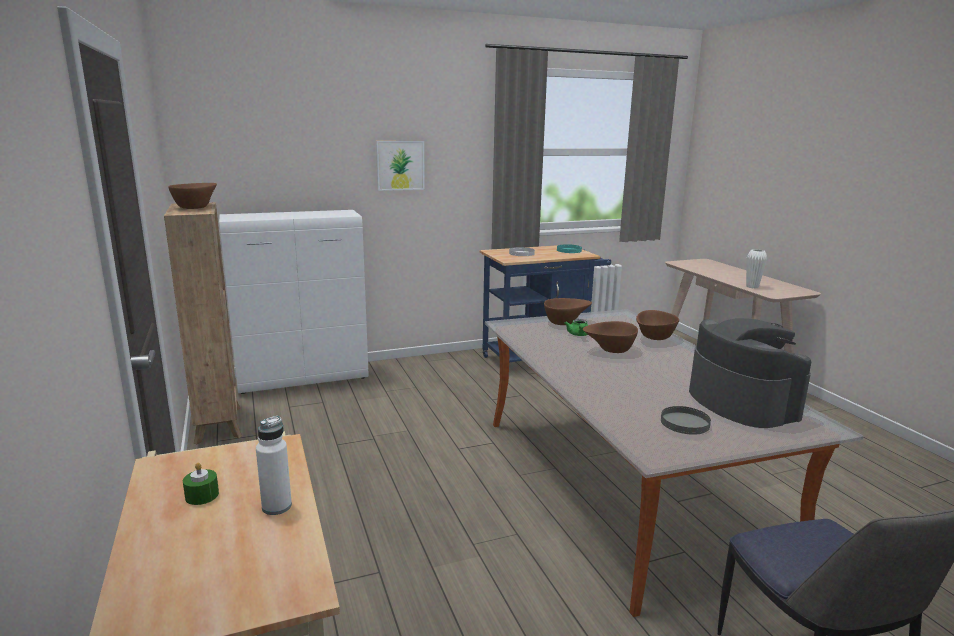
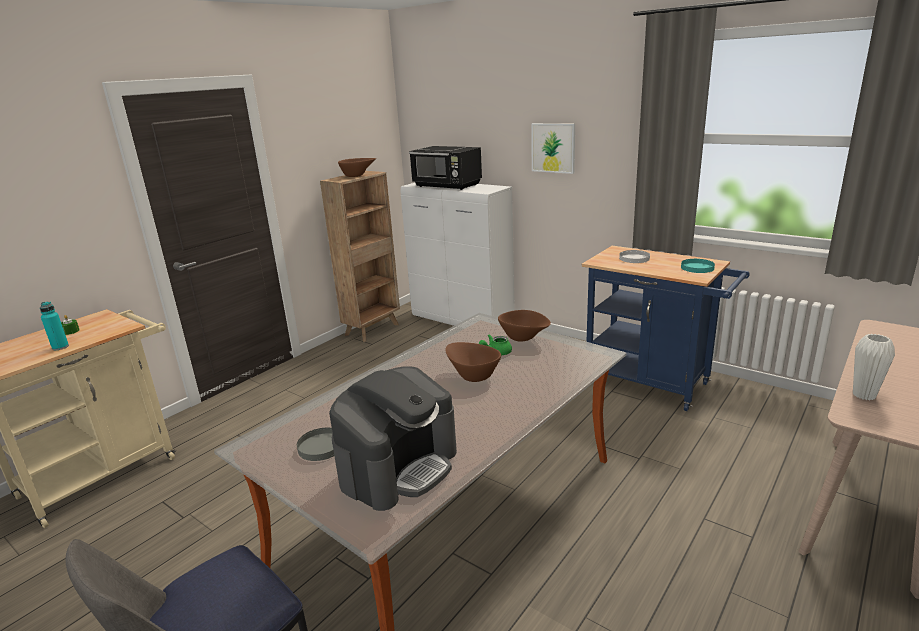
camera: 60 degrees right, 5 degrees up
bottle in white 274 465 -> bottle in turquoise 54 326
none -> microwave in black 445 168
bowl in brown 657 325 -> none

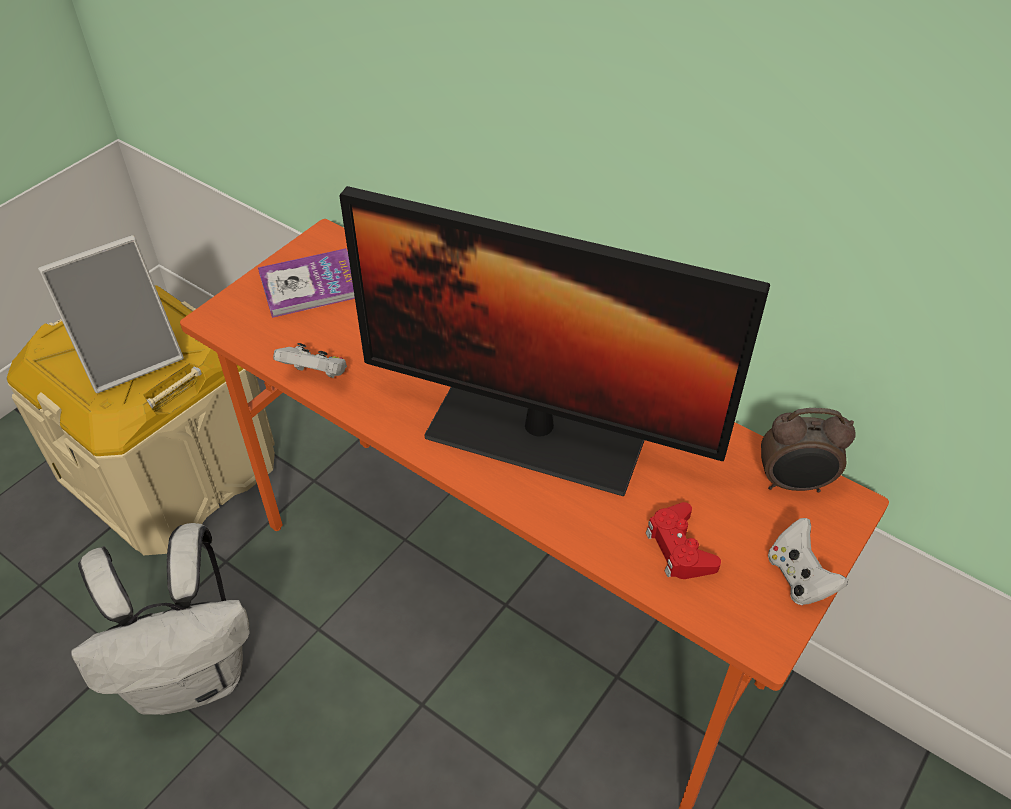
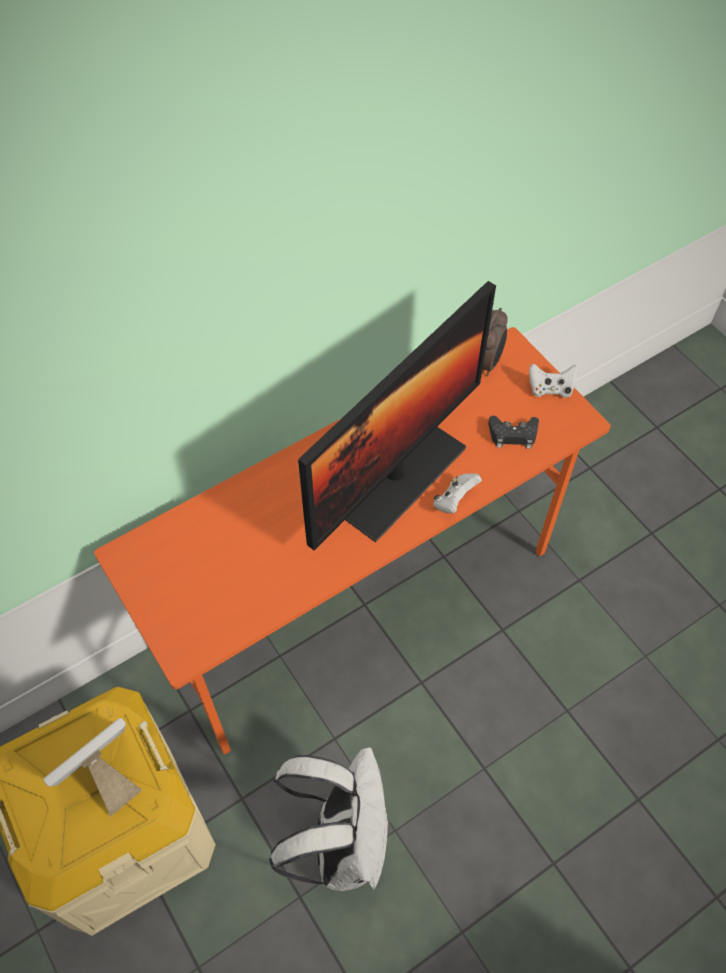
camera: 70 degrees left, 10 degrees up
picture frame 111 314 -> picture frame 92 767, 120 degrees counterclockwise
game controller in white 310 360 -> game controller in white 457 493, move
game controller in red 683 540 -> game controller in black 513 432
book 306 283 -> none

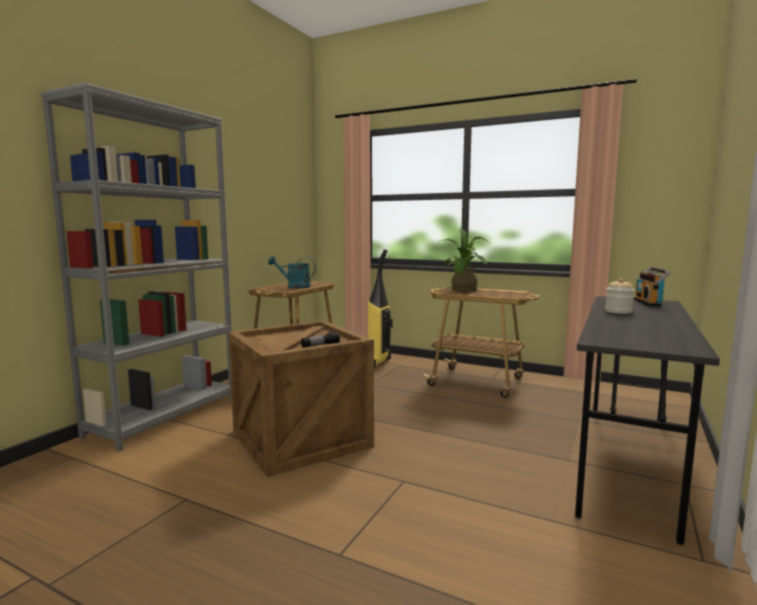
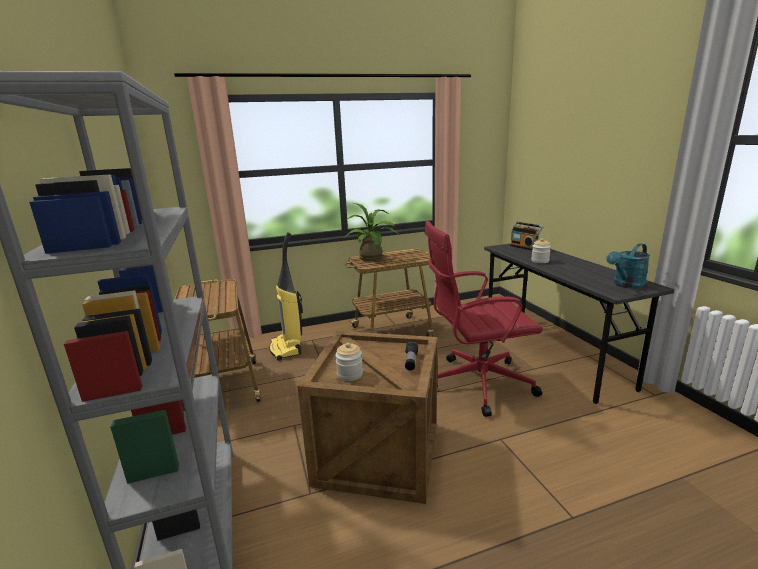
camera: 45 degrees left, 10 degrees up
none -> jar 349 362
none -> office chair in red 483 319
watering can in turquoise 292 272 -> watering can in turquoise 628 266, move

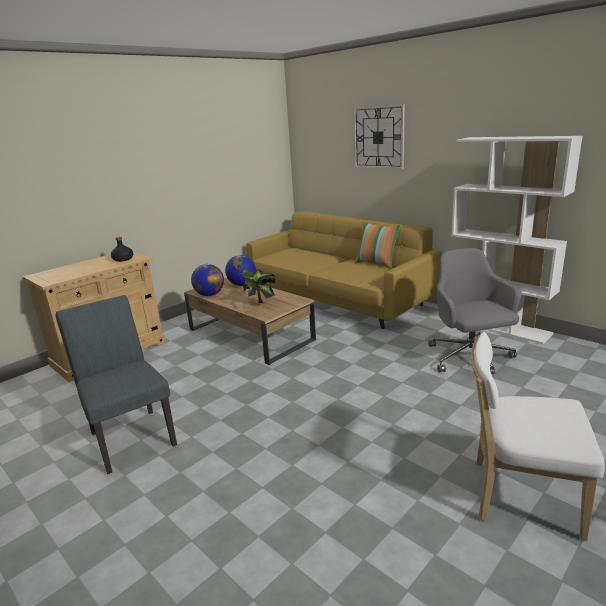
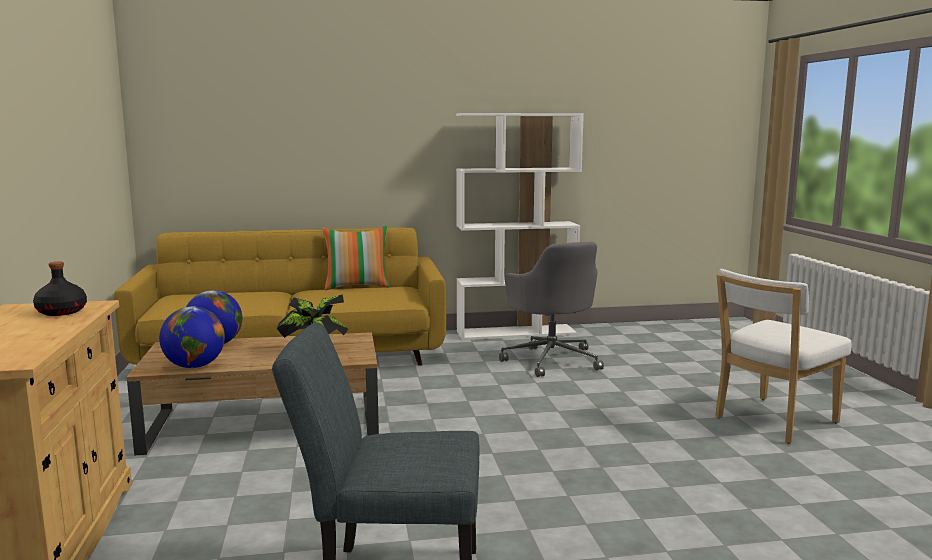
camera: 55 degrees left, 10 degrees down
office chair in grey 474 311 -> office chair in grey 551 309, 135 degrees counterclockwise
wall clock 379 136 -> none

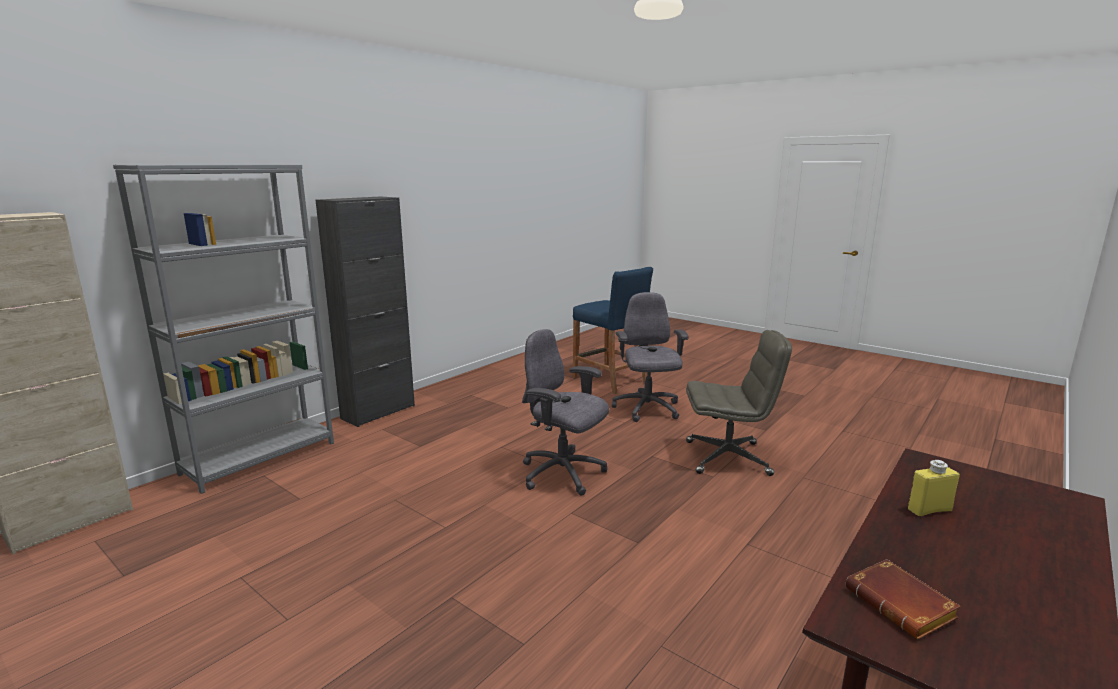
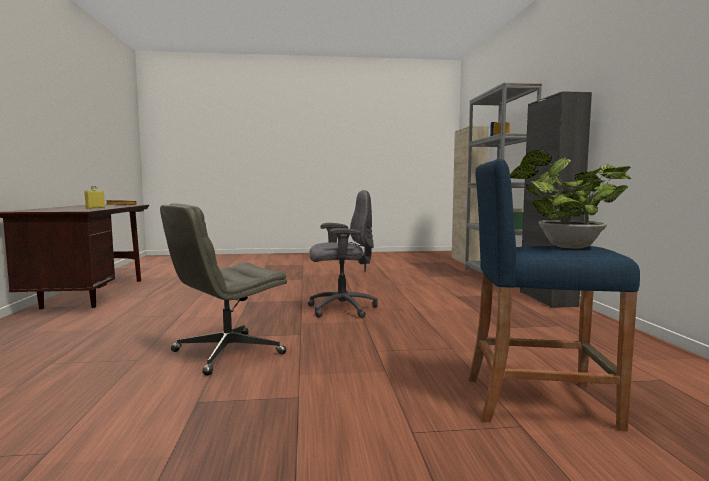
camera: 135 degrees right, 10 degrees down
none -> potted plant 570 199
office chair in grey 650 357 -> none

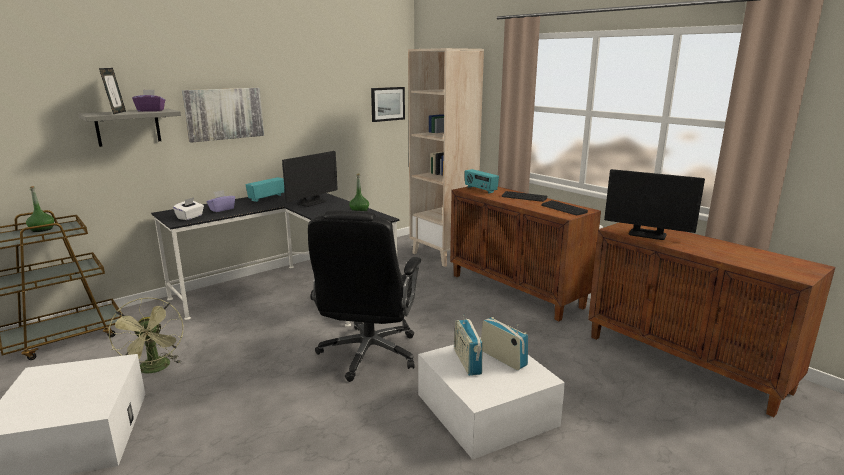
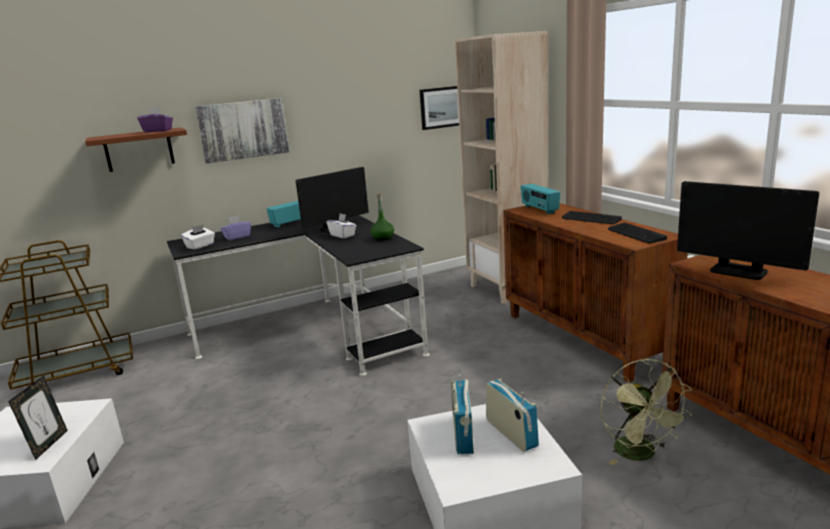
camera: 15 degrees right, 0 degrees up
picture frame 112 91 -> picture frame 38 418, move
shelf in grey 129 128 -> shelf in brown 136 149
none -> tissue box in white 341 225
fan in green 145 336 -> fan in green 646 412, move
bottle in green 40 209 -> none
office chair in black 364 296 -> none

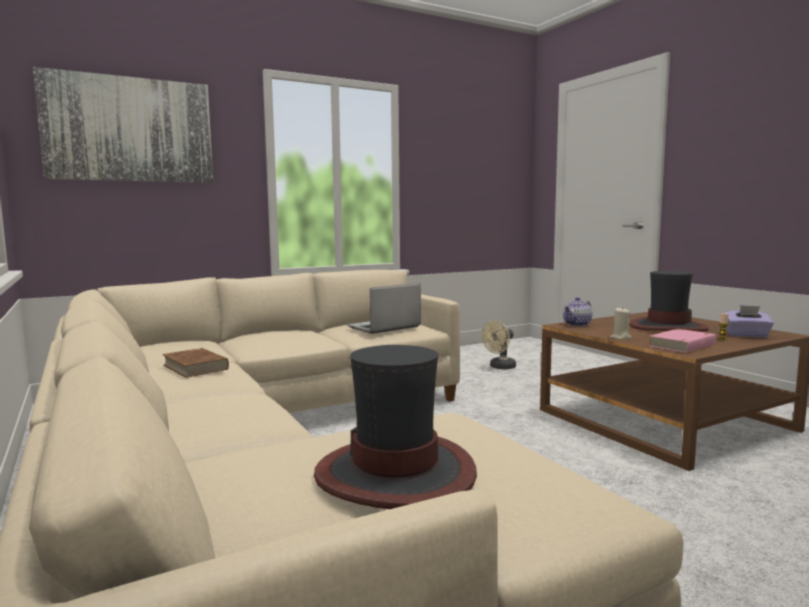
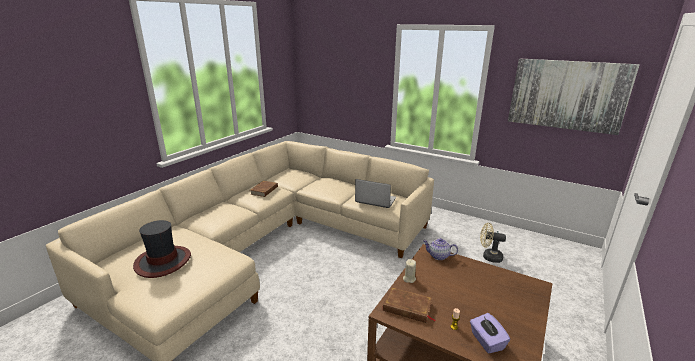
camera: 60 degrees right, 15 degrees up
book in pink 682 341 -> book in brown 409 305
picture 123 125 -> picture 574 96, move
hat 669 301 -> none

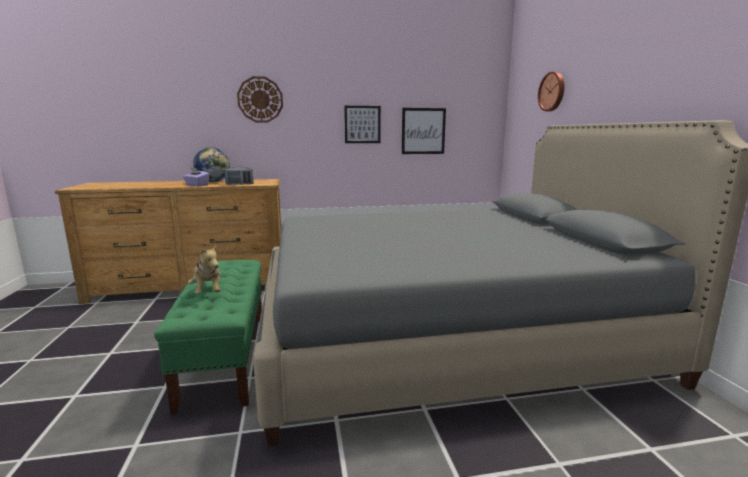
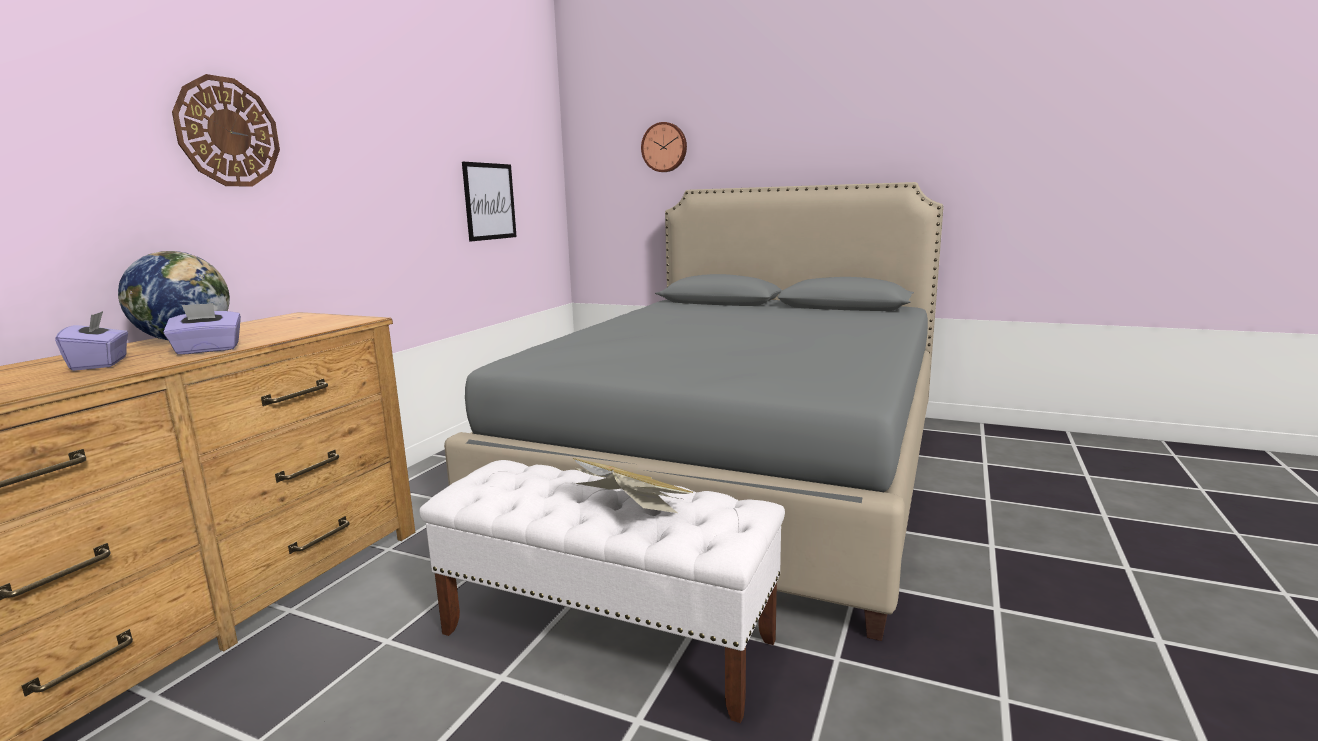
camera: 55 degrees left, 0 degrees up
none -> tissue box in purple 91 341
bench in green 208 337 -> bench in white 602 591
plush toy 204 269 -> book 633 485
radio 239 176 -> none
picture 362 124 -> none

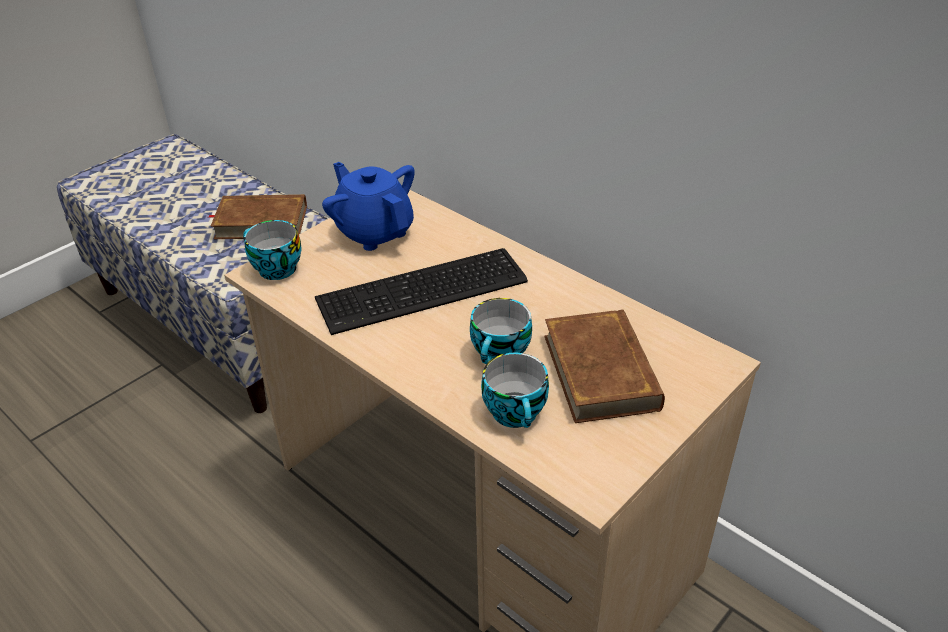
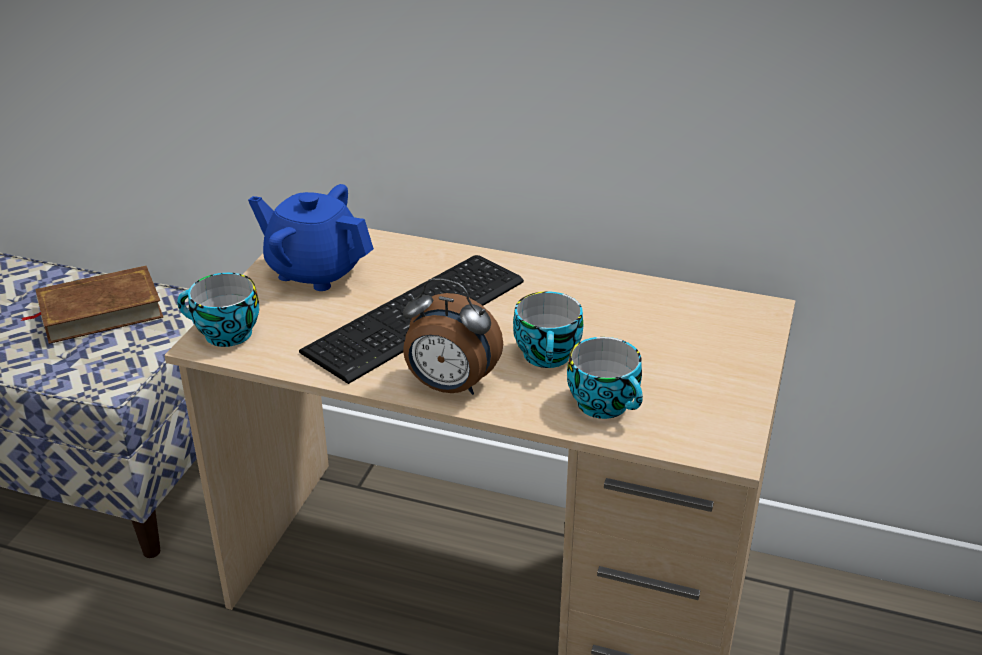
camera: 25 degrees left, 5 degrees down
none -> alarm clock 453 336
book in brown 604 366 -> none

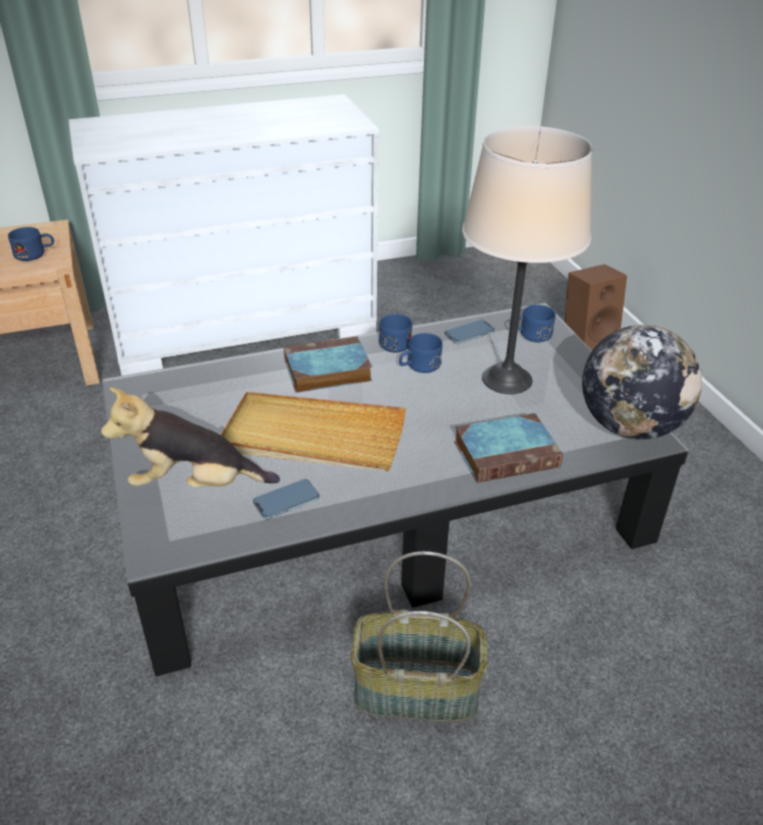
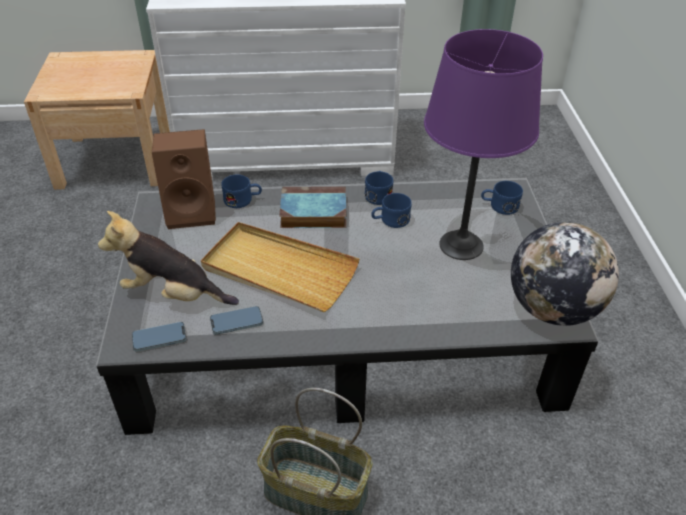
camera: 15 degrees right, 5 degrees up
phone 470 331 -> phone 159 337, move
speaker in brown 596 307 -> speaker in brown 184 179, move
mug in blue 31 244 -> mug in blue 241 191, move
table lamp in beige 527 260 -> table lamp in purple 483 144
book 508 448 -> none

